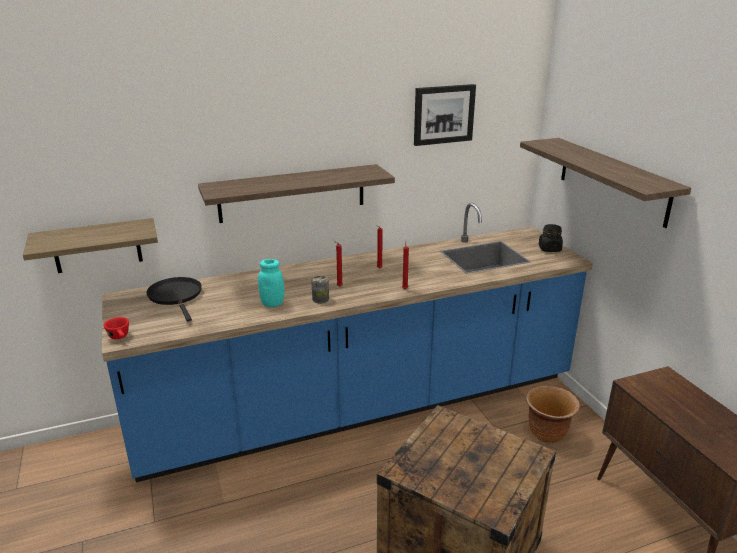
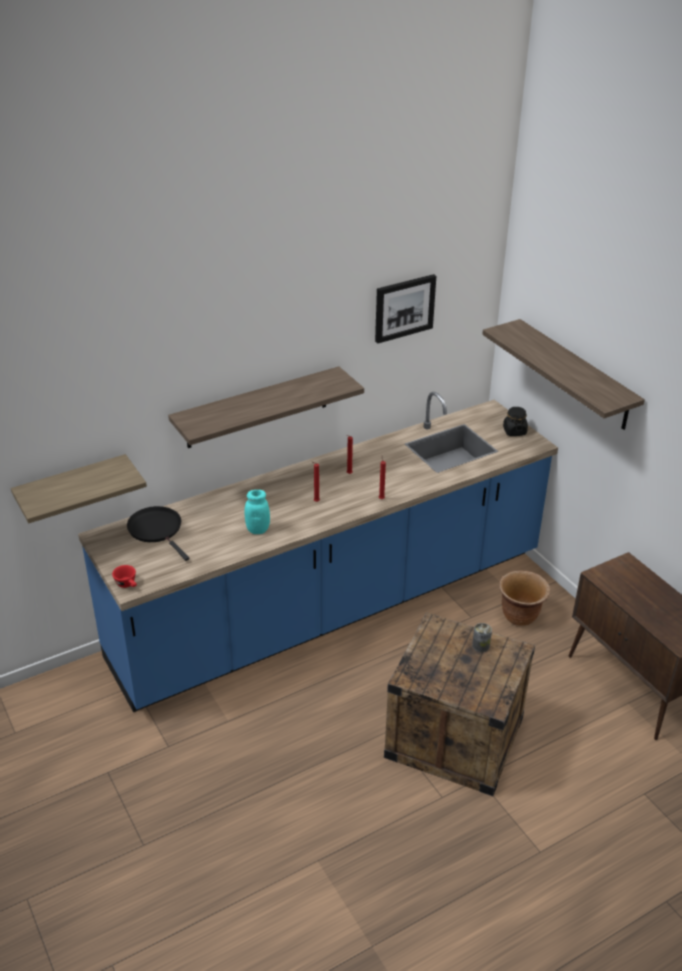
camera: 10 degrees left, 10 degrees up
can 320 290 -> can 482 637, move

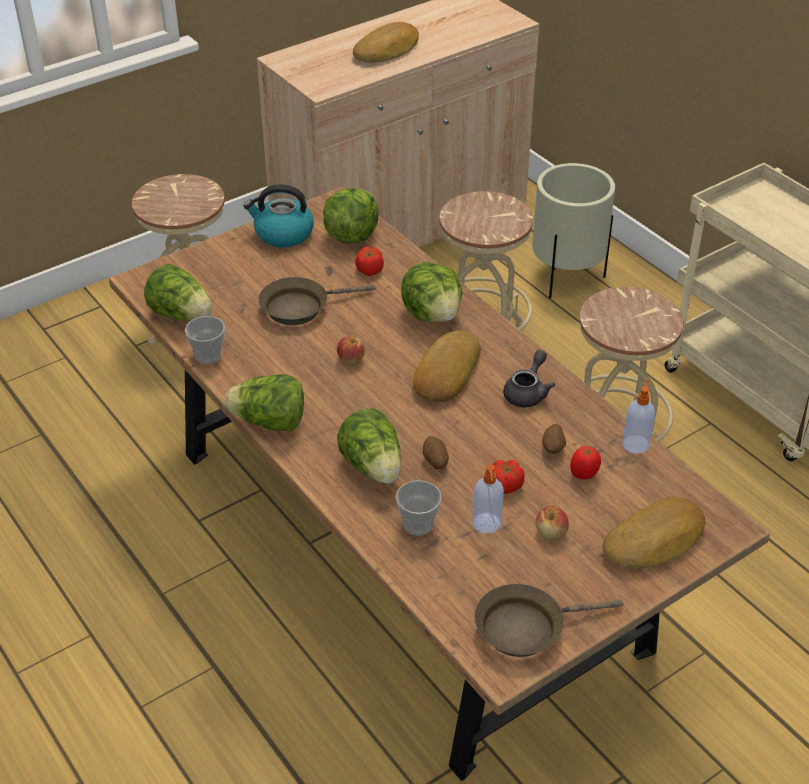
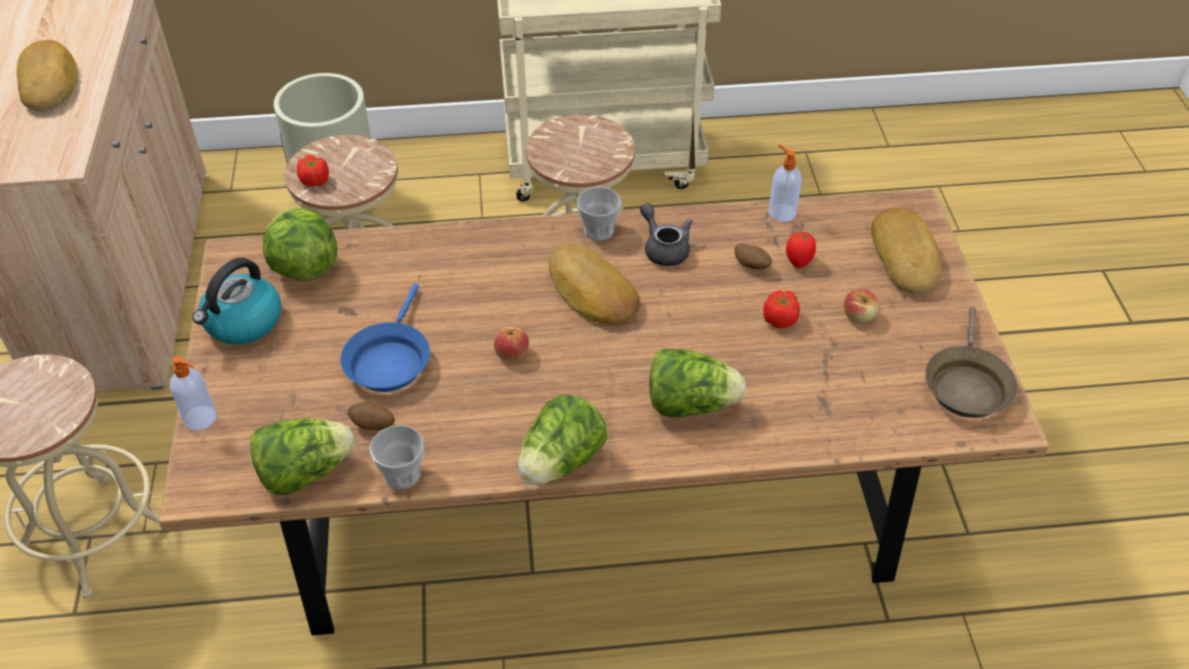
camera: 60 degrees left, 5 degrees up
soap dispenser 488 498 -> soap dispenser 193 393, move
tomato 369 261 -> tomato 313 171, move
frying pan in brown 317 301 -> frying pan in blue 385 337
potato 436 452 -> potato 371 416, move
cup 419 508 -> cup 599 214, move
lettuce 431 292 -> none

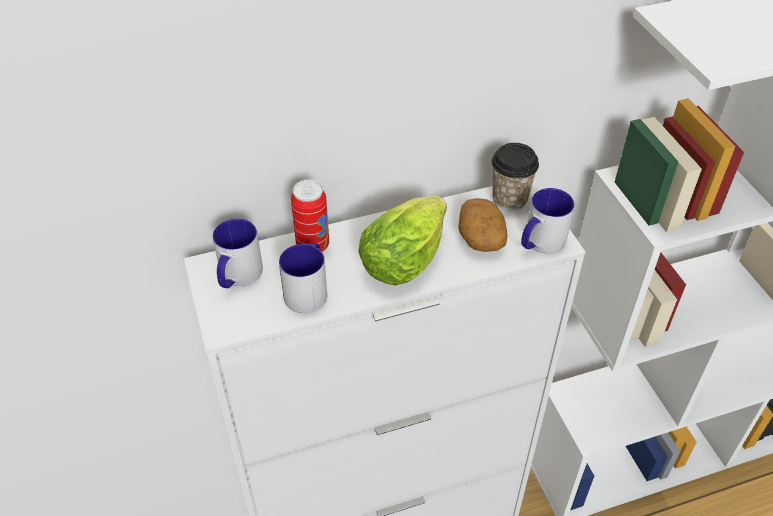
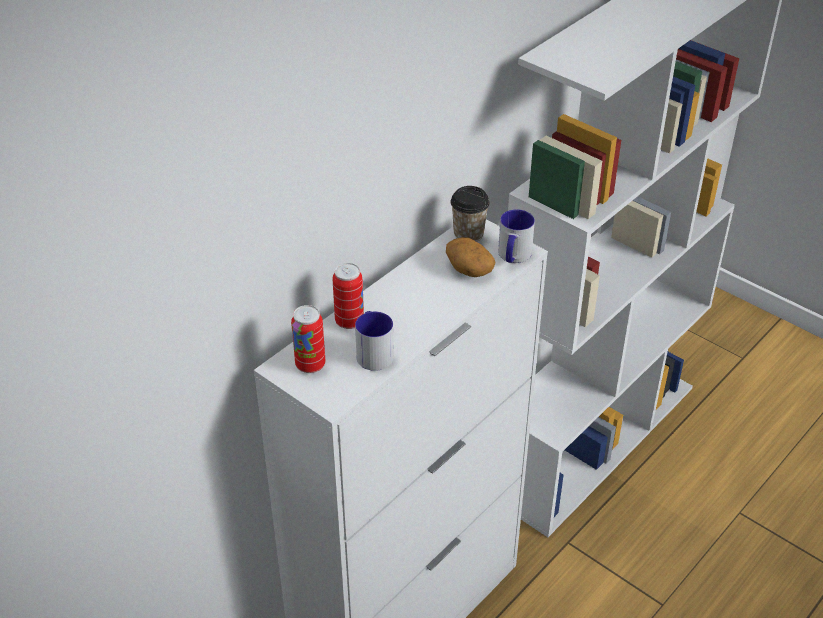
camera: 30 degrees left, 5 degrees down
mug 238 253 -> can 308 339
lettuce 402 240 -> none

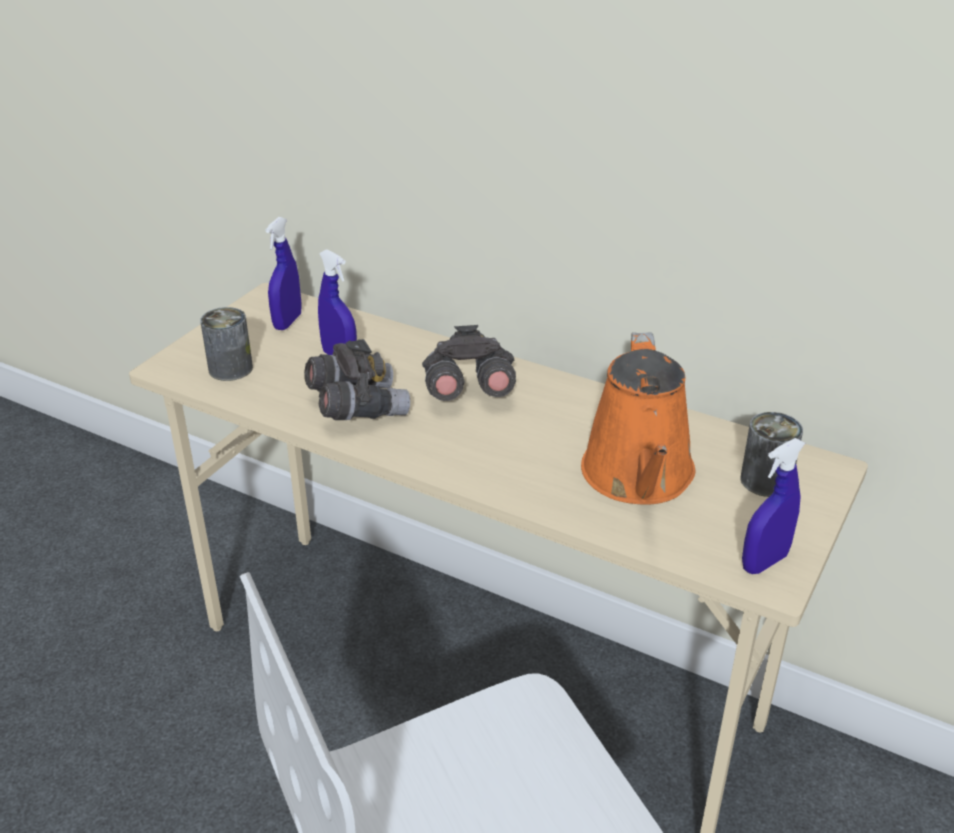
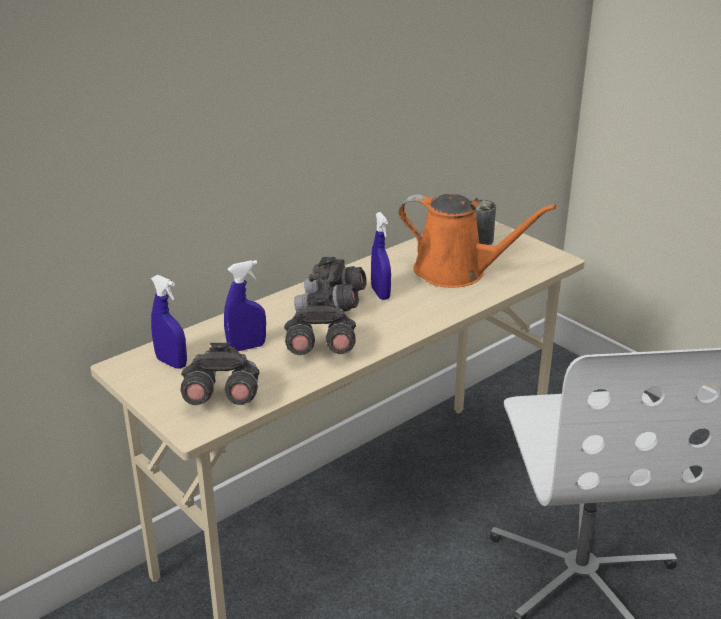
camera: 70 degrees left, 5 degrees down
can 226 344 -> binoculars in grey 220 374
spray bottle in blue 773 506 -> spray bottle in blue 381 256, move

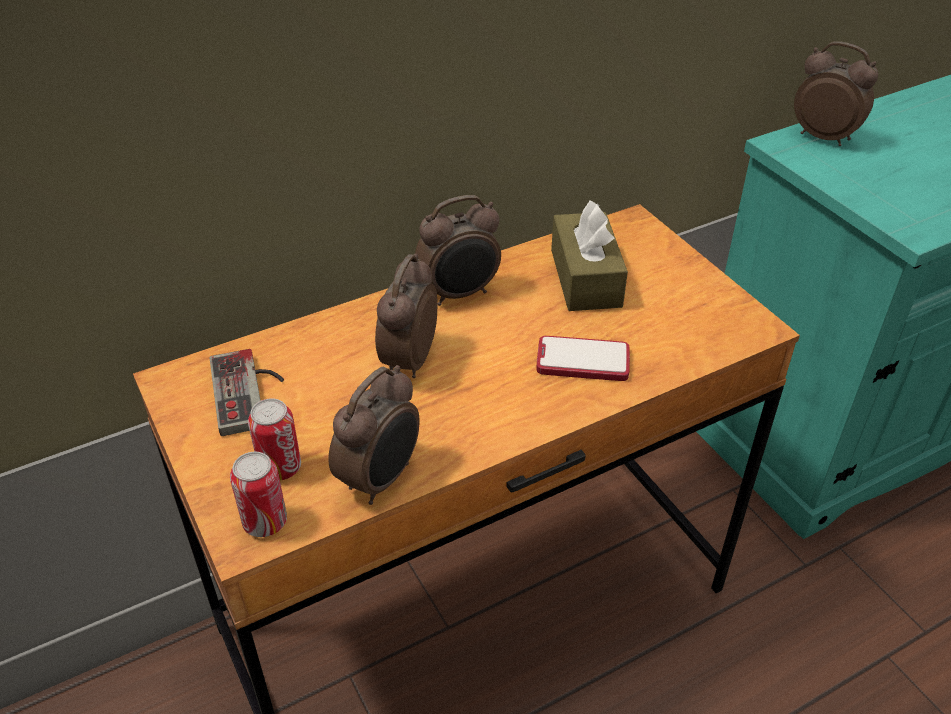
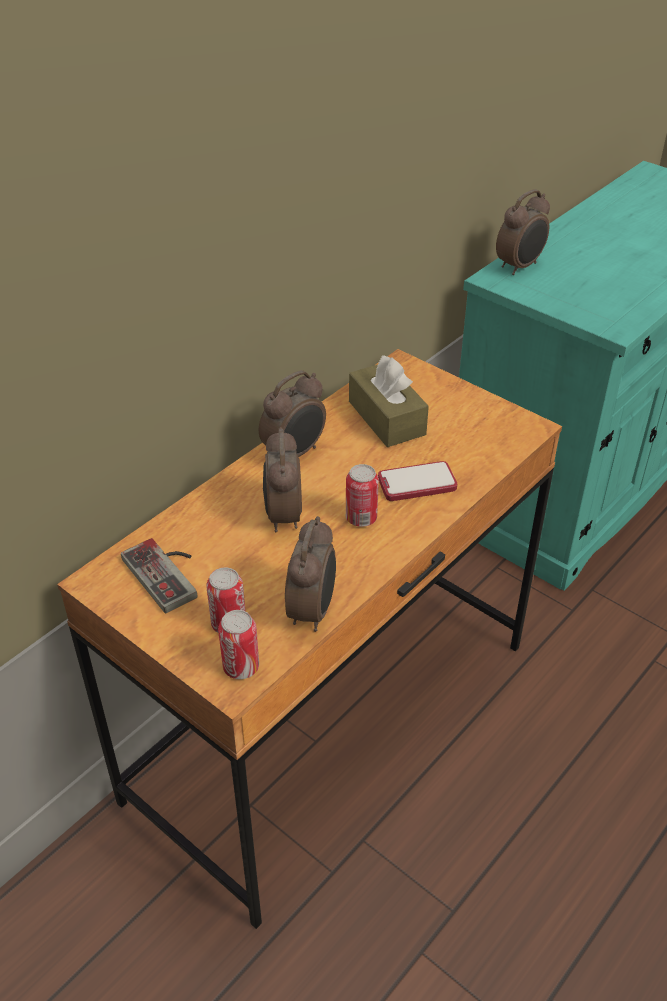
camera: 20 degrees left, 0 degrees up
none -> can 362 495
alarm clock 836 94 -> alarm clock 523 232, 120 degrees clockwise

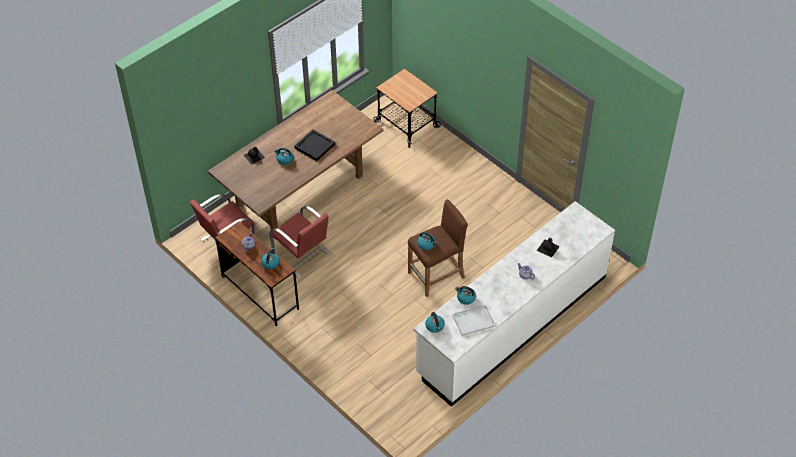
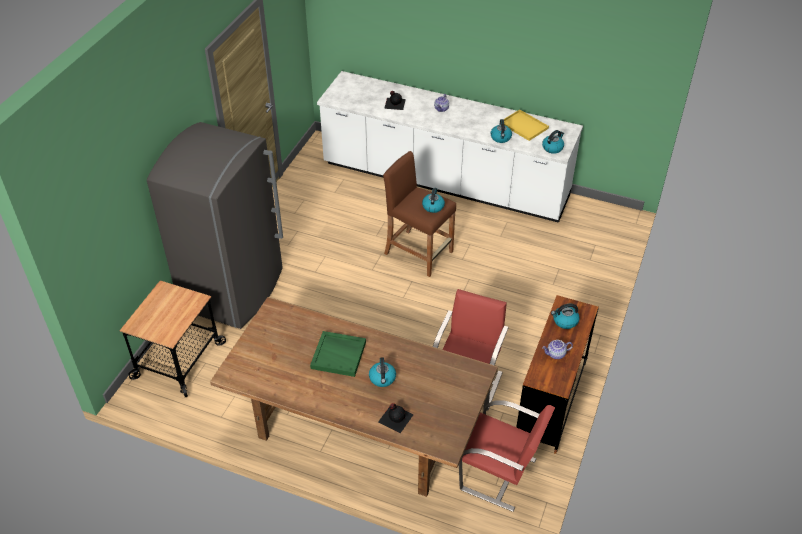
camera: 115 degrees left, 5 degrees down
none -> fridge in grey 215 225
tray in black 314 145 -> tray in green 338 354
tray in white 474 320 -> tray in yellow 526 125

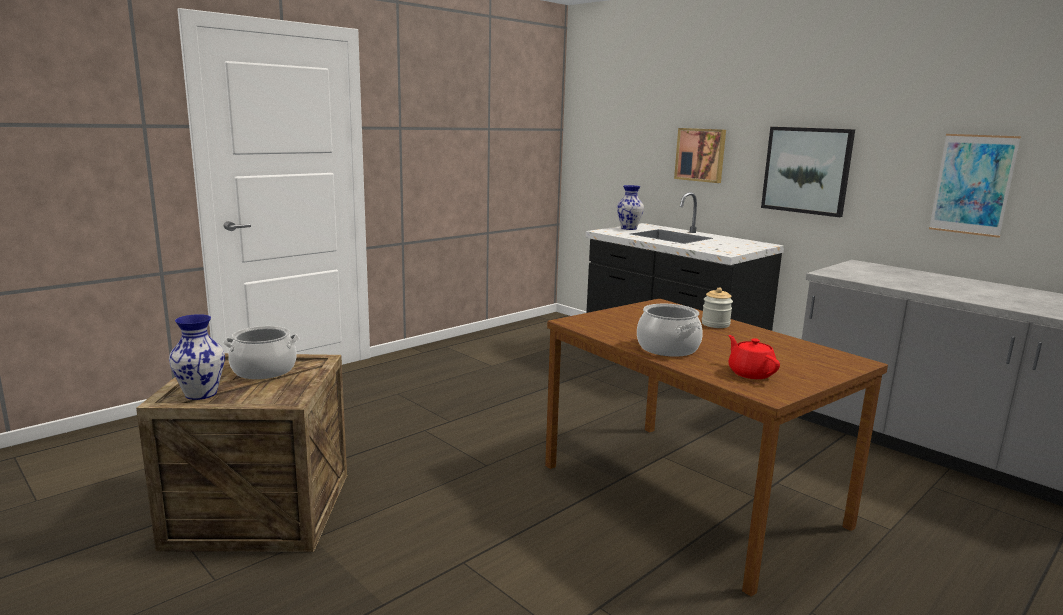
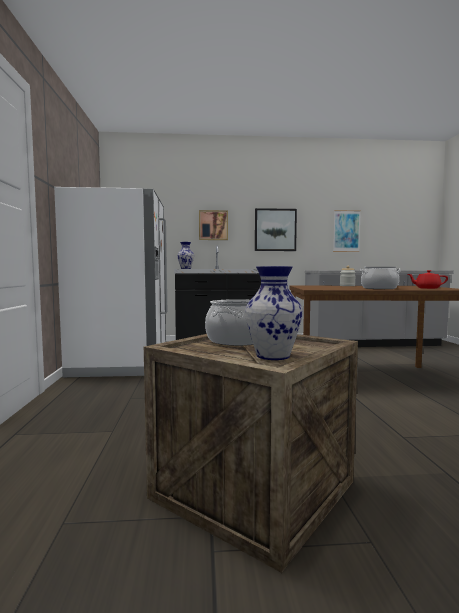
camera: 50 degrees left, 10 degrees down
none -> fridge in white 110 282

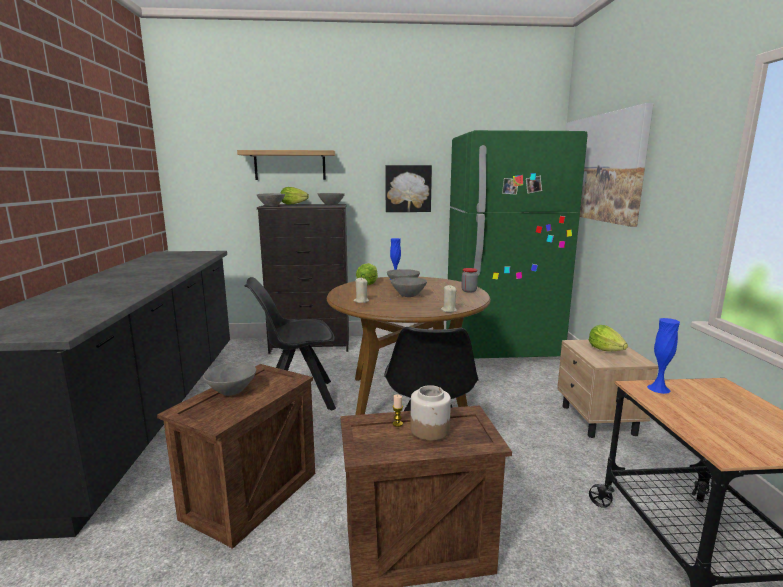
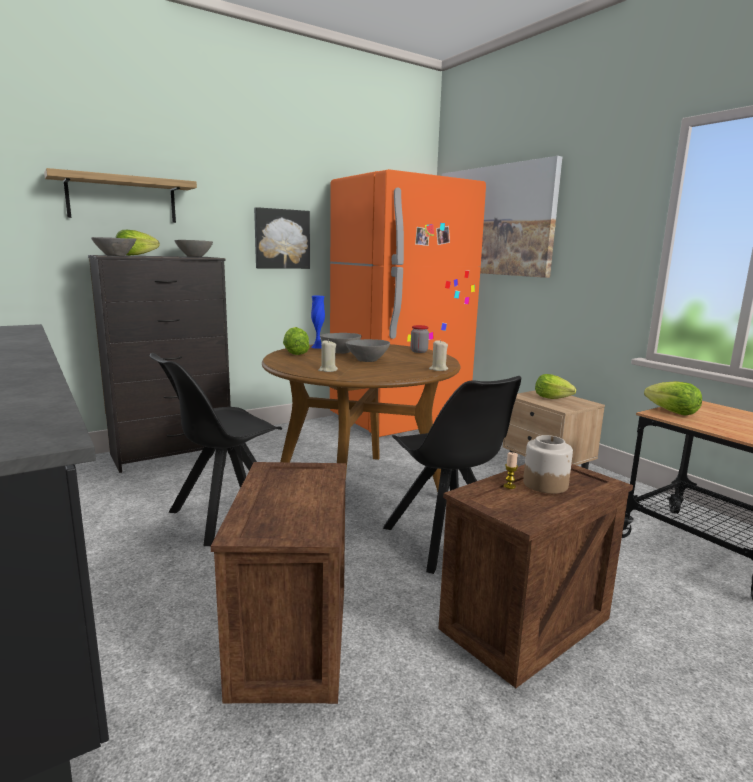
camera: 30 degrees left, 0 degrees up
fridge in green 517 244 -> fridge in orange 408 303
vase in blue 663 356 -> lettuce 673 398
bowl in grey 229 379 -> none

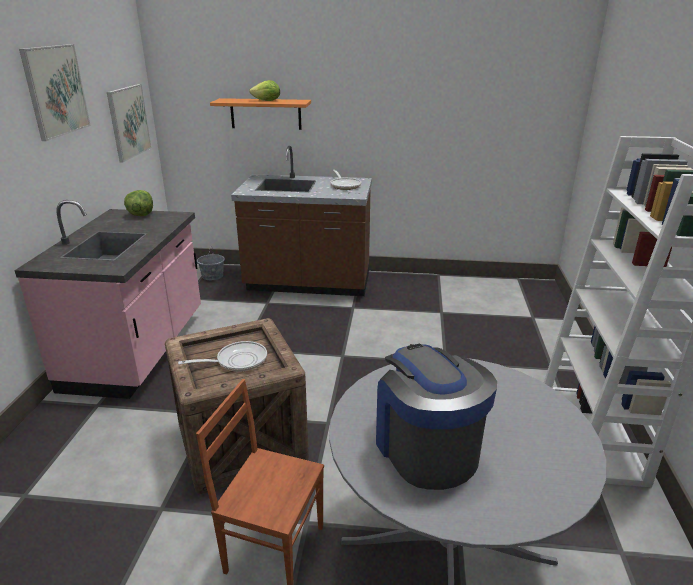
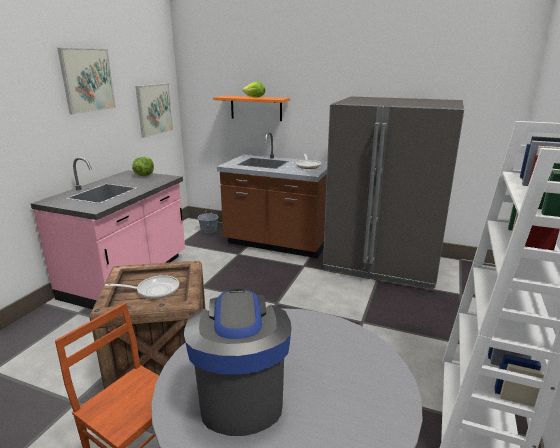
camera: 15 degrees right, 5 degrees down
none -> fridge in grey 393 193

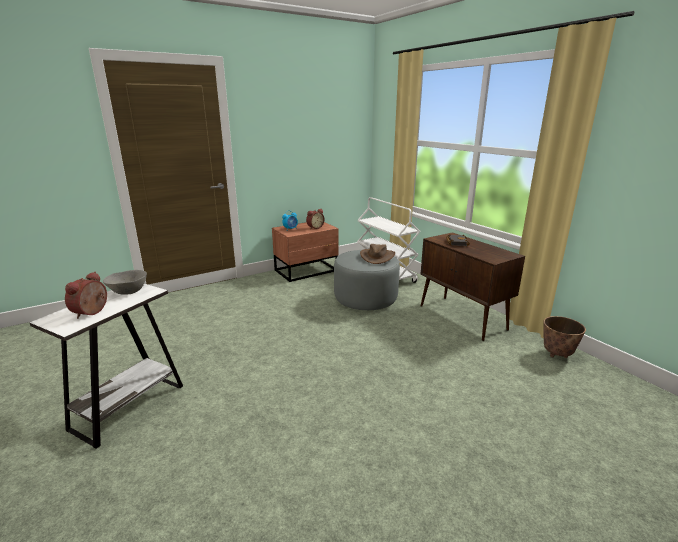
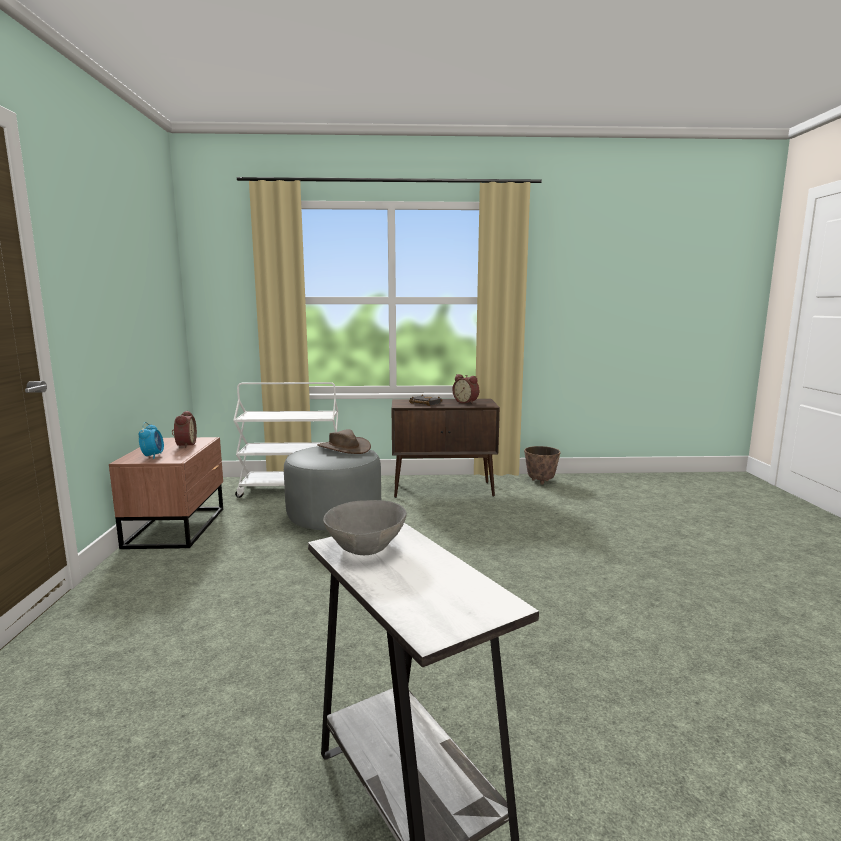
camera: 60 degrees left, 10 degrees down
alarm clock 86 295 -> alarm clock 465 389, move

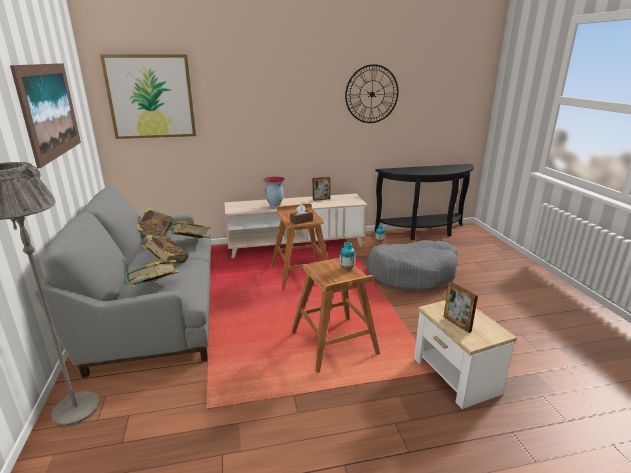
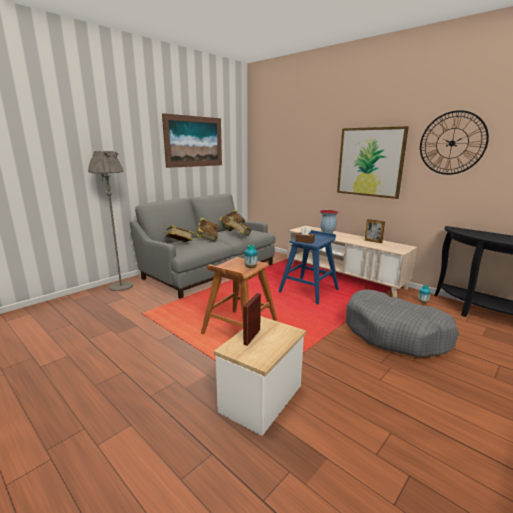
camera: 55 degrees right, 5 degrees down
stool in brown 299 246 -> stool in blue 308 267
picture 148 96 -> picture 373 162, move

